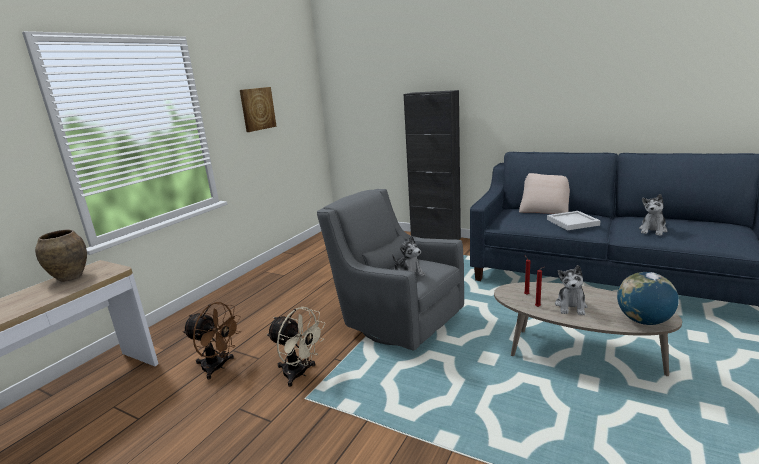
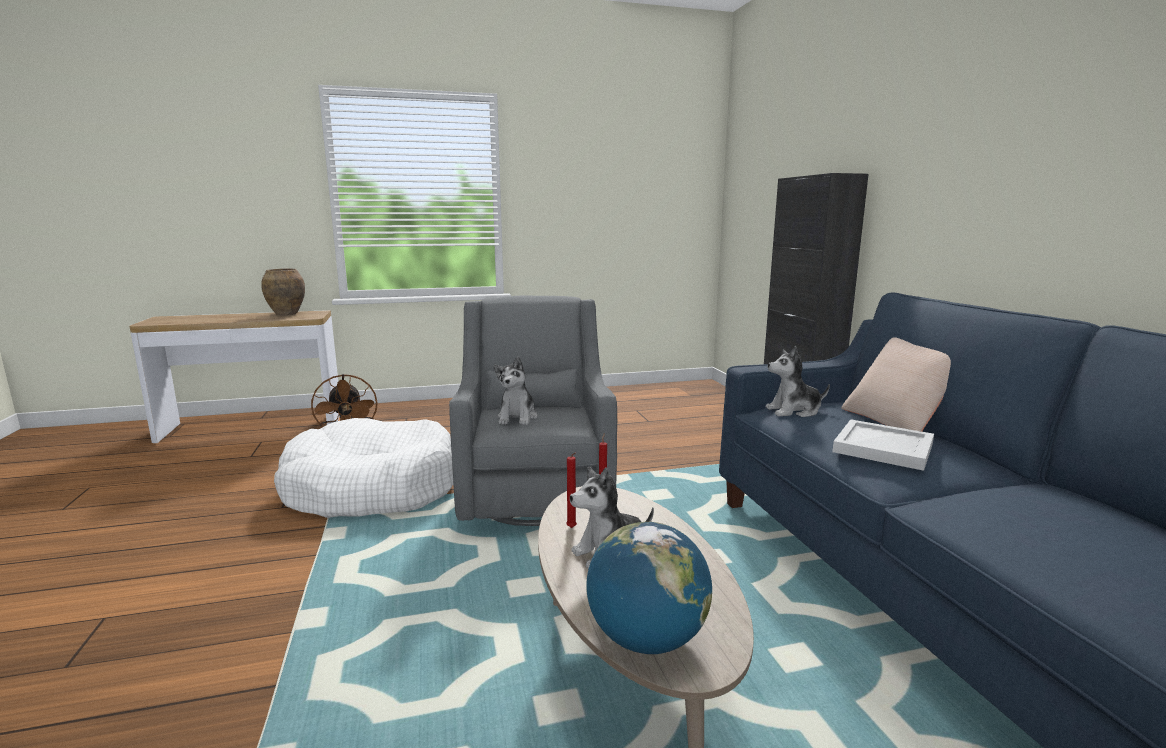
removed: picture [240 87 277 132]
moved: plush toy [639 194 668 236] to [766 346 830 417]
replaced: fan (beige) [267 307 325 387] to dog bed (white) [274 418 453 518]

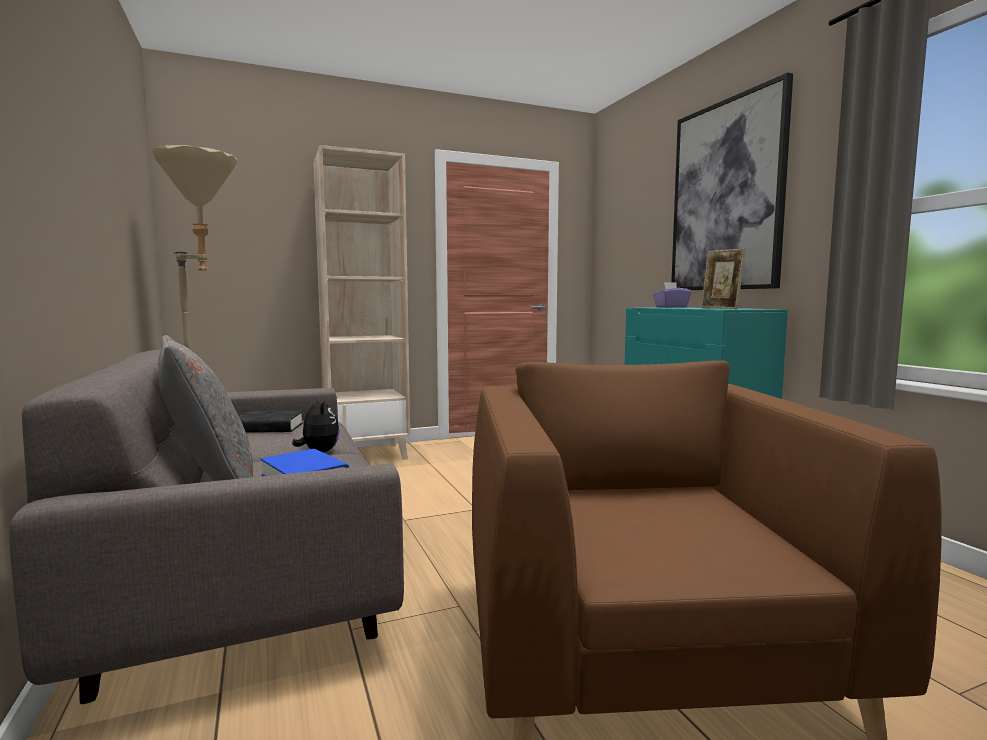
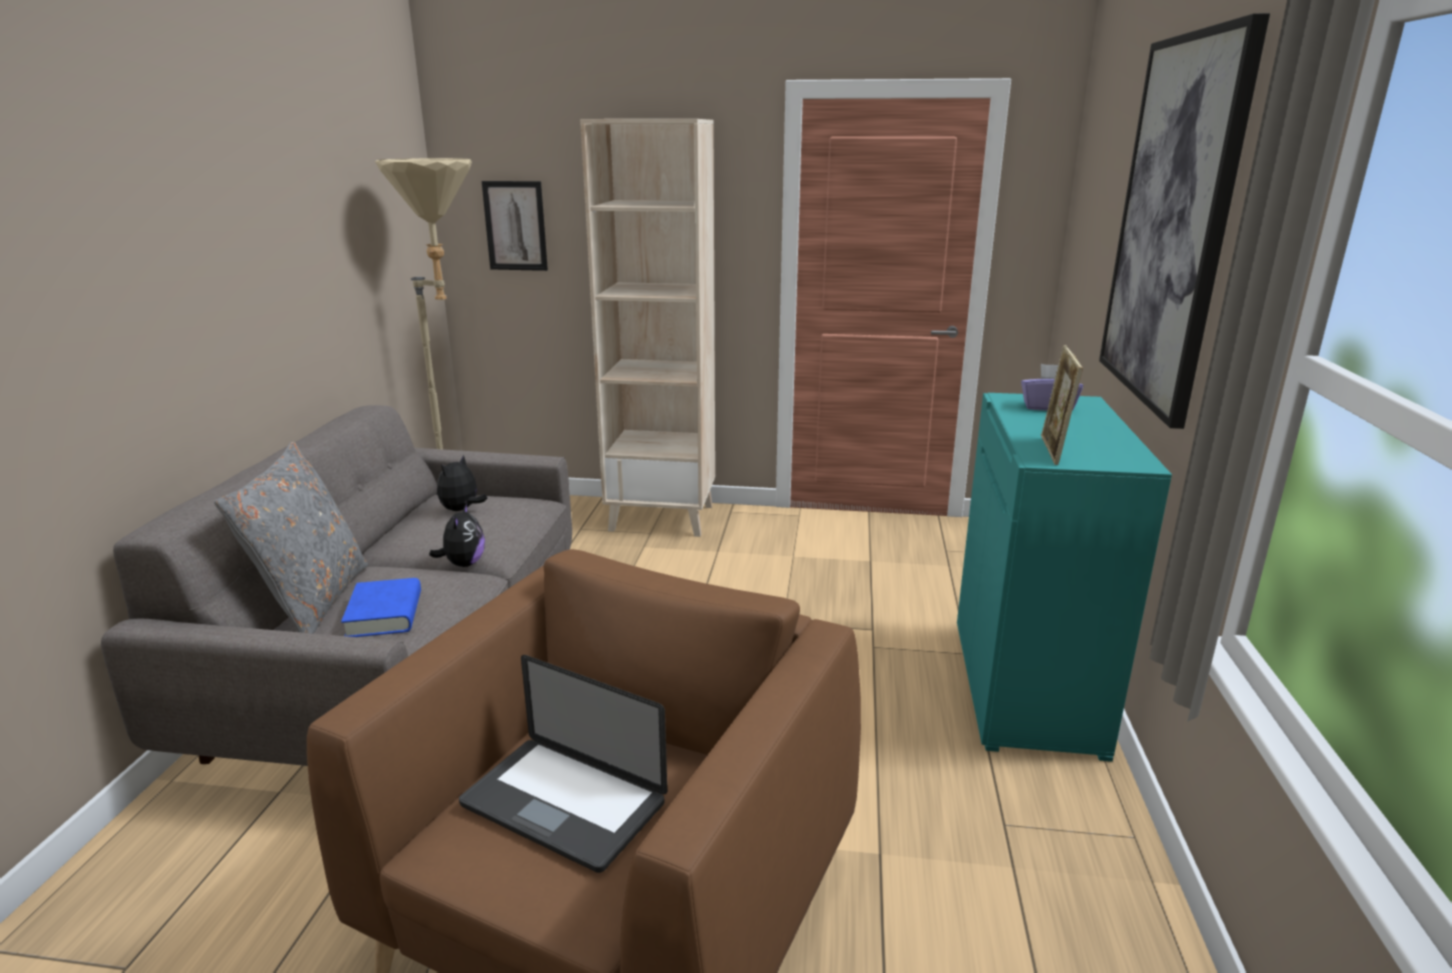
added: laptop [459 655 667 873]; picture [482 181 548 271]
replaced: book (black) [239 411 303 433] to plush toy [437 454 488 511]

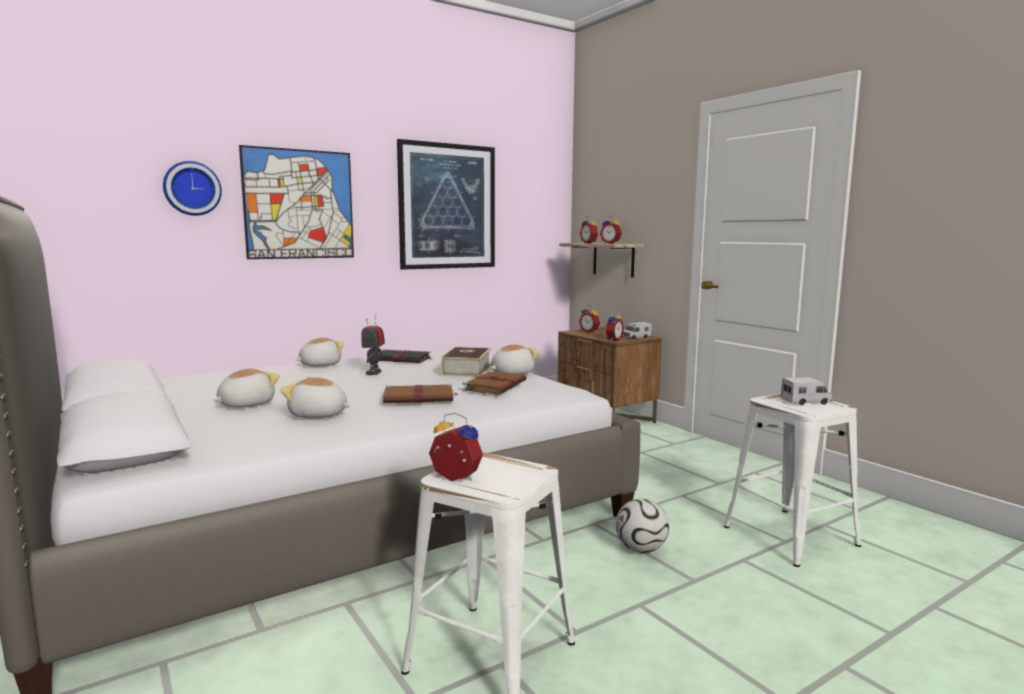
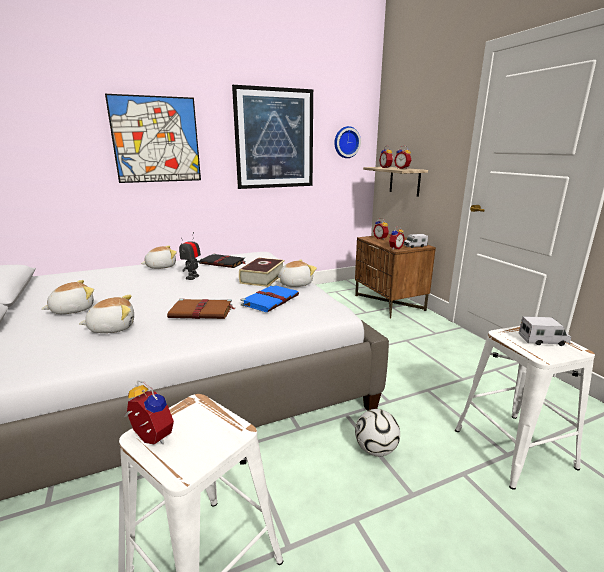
moved: wall clock [163 161 222 216] to [334 126 361 158]
recoloured: book (brown) [462 371 526 395] to book (blue) [241 284 299 312]
turned: plush toy [280 377 350 418] = [79 295 134 333] 135 degrees clockwise

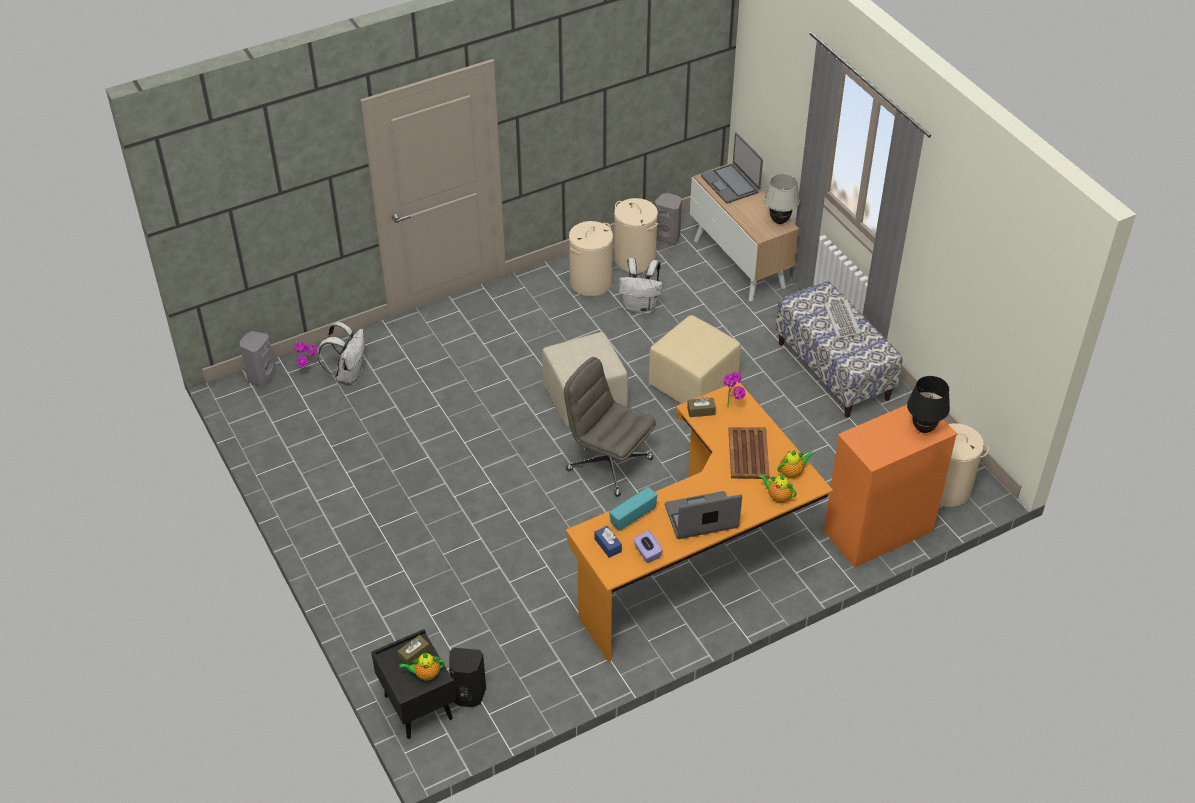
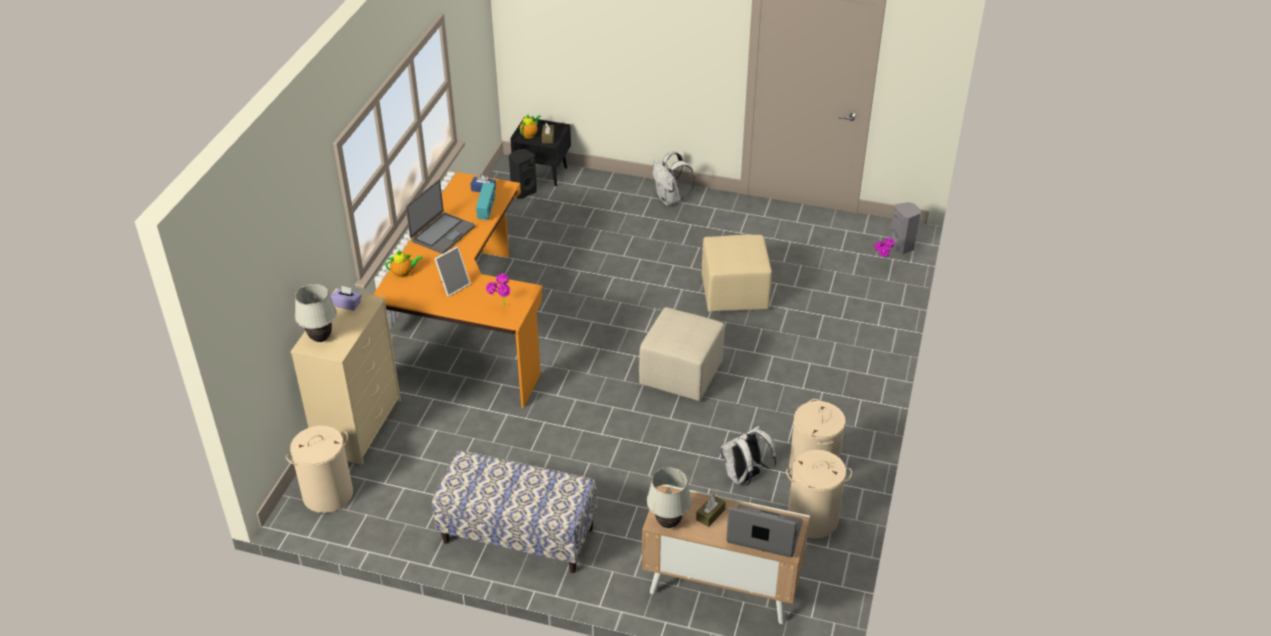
removed: office chair (grey) [564 357 656 496]; speaker (grey) [655 193 682 245]; teapot [778 450 815 478]; keyboard [824 299 861 339]
moved: tissue box (purple) [633 530 663 563] to [330 285 362 310]; backpack (white) [318 322 364 384] to [652 151 695 206]; tissue box (brown) [687 396 716 417] to [696 495 726 527]; ottoman (beige) [648 315 741 404] to [702 235 772 312]
replaced: tray (brown) [729 427 770 479] to picture frame [434 246 471 297]
recoloured: dresser (orange) [824 405 957 568] to dresser (beige) [290 288 401 465]; table lamp (black) [907 376 950 433] to table lamp (white) [295 284 337 342]

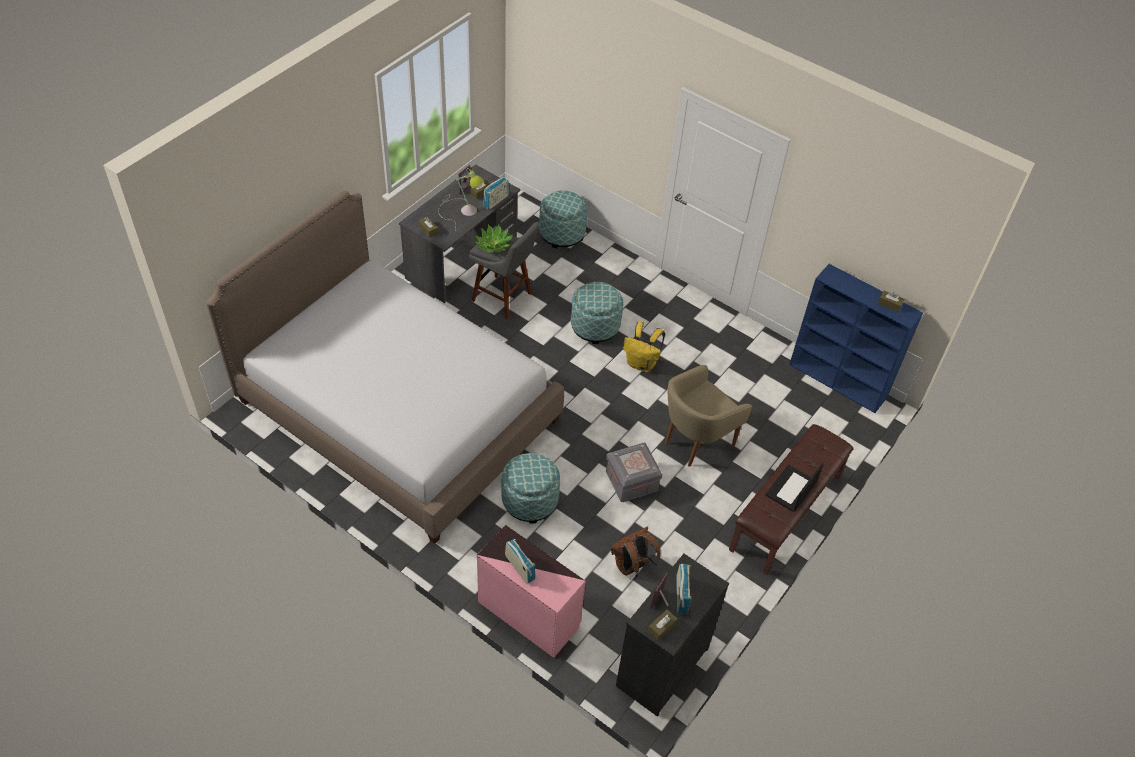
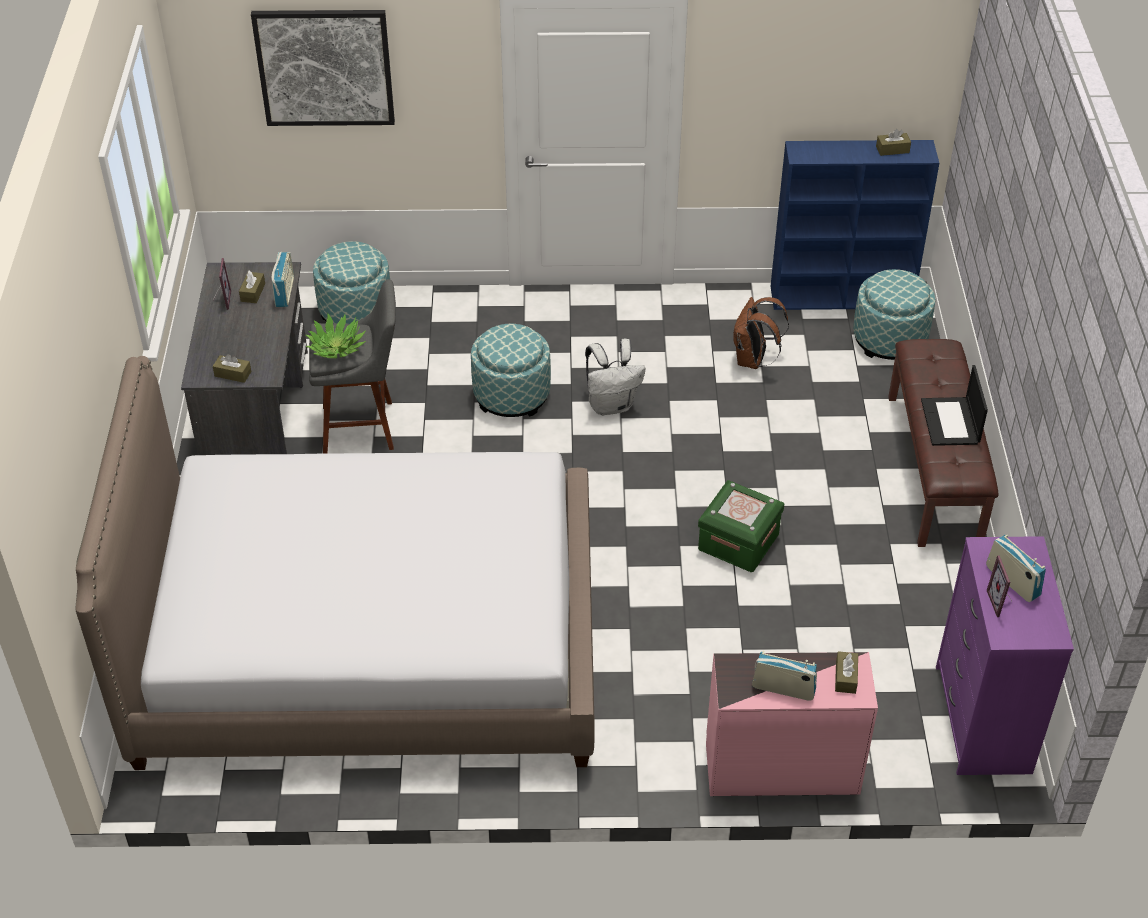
removed: table lamp [438 168 484 231]; armchair (beige) [665 365 752 467]
added: picture [251 10 395 126]
moved: backpack (brown) [611 526 661 580] to [733 297 789 369]; tissue box (brown) [648 610 677 641] to [835 651 858 694]; ottoman [501 453 560 524] to [853 269 936 360]
recoloured: backpack (yellow) [623 321 665 372] to backpack (white) [585 339 646 415]; storage box (grey) [606 442 662 502] to storage box (green) [698 480 784 572]; dresser (black) [616 554 729 717] to dresser (purple) [936 536 1074 775]

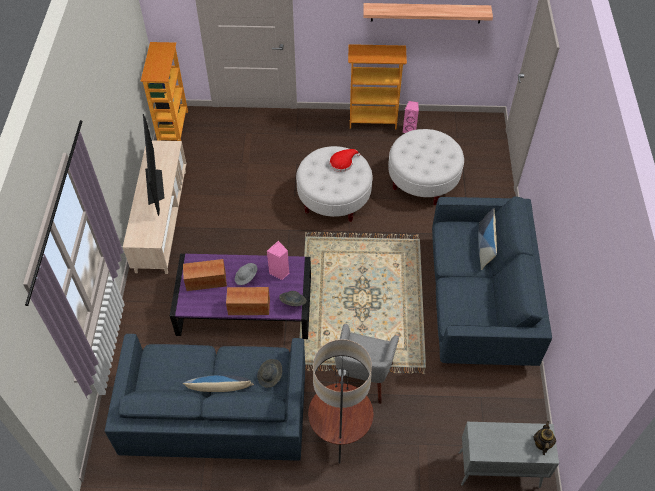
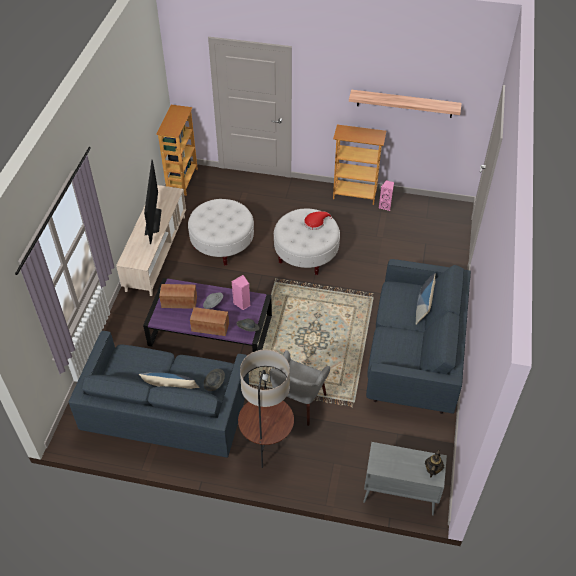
moved: ottoman (white) [388 129 464 205] to [188 199 254 266]

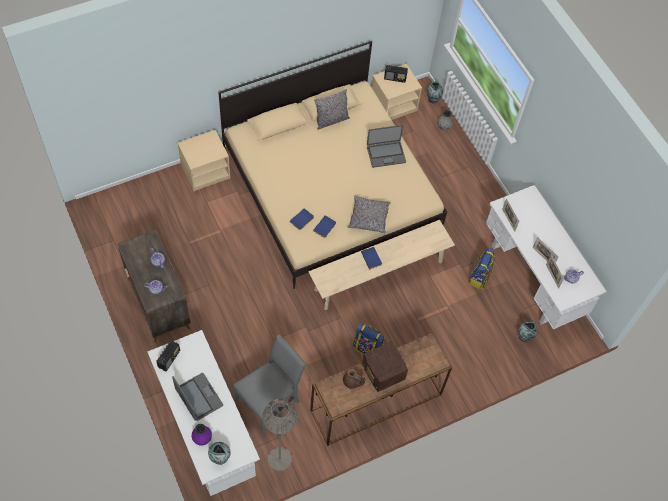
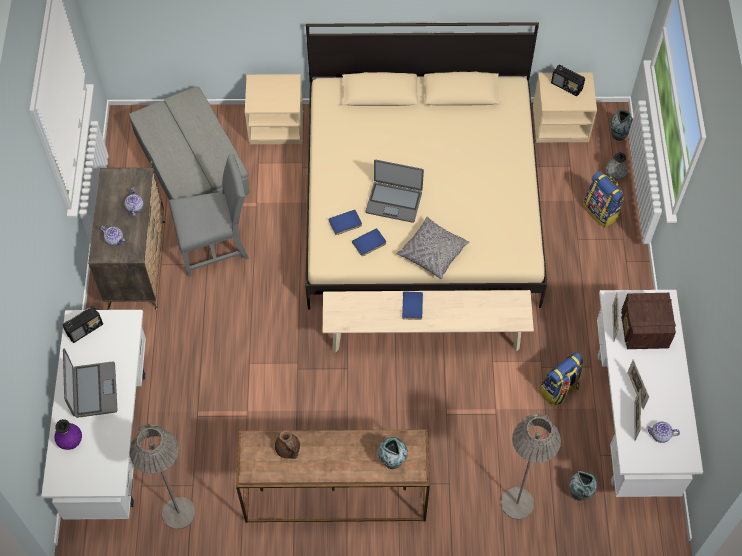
removed: pillow (grey) [314 89 350 130]
added: ottoman (grey) [129 86 249 200]; floor lamp (grey) [501 413 561 520]
moved: chair (grey) [233 334 306 434] to [169 154 249 277]; laptop [367 125 406 168] to [366 160 424 223]; vase [208 442 231 465] to [378 437 408 469]; backpack [353 324 385 355] to [583 171 624 228]; radio [362 341 408 392] to [621 293 676 349]

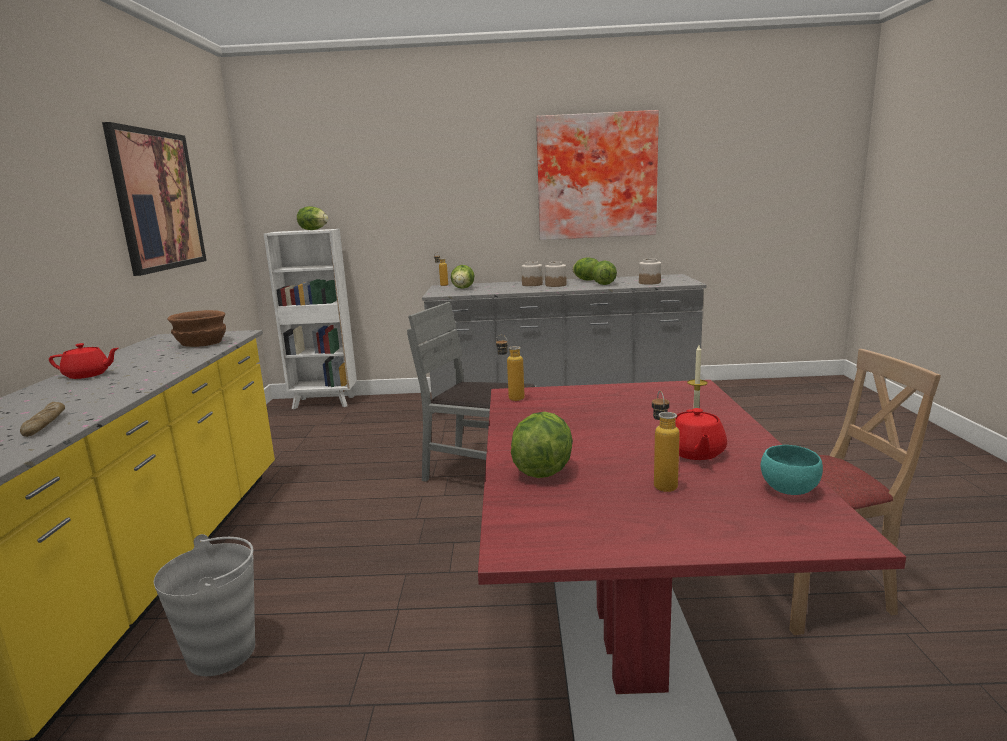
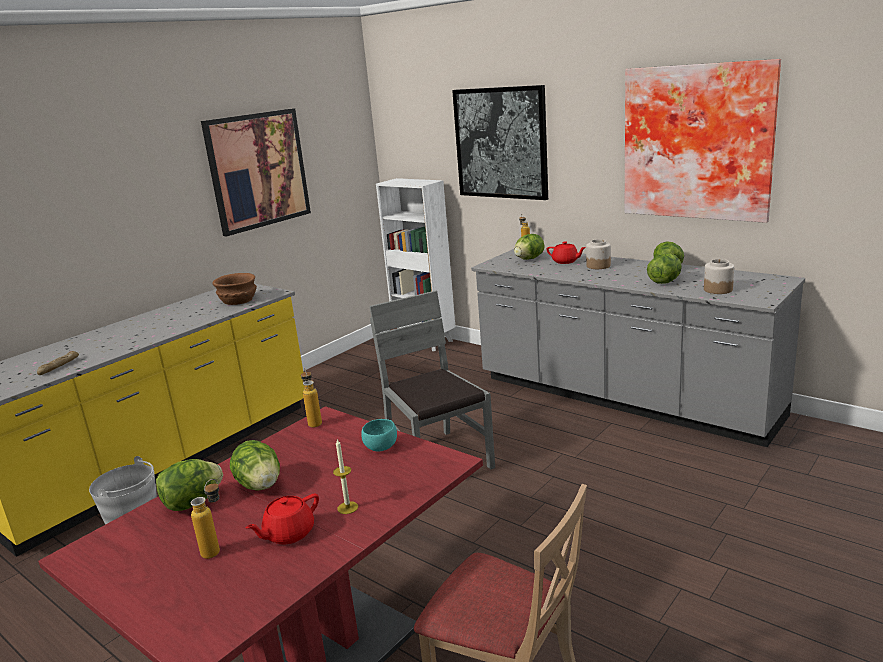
removed: jar [545 261 566 287]
added: picture [452 85 548 200]
moved: lettuce [297 206 328 230] to [230 440 280 491]; bowl (turquoise) [761 445 823 495] to [361 419 397 451]; teapot (red) [49 343 118 379] to [546 242 586 264]

